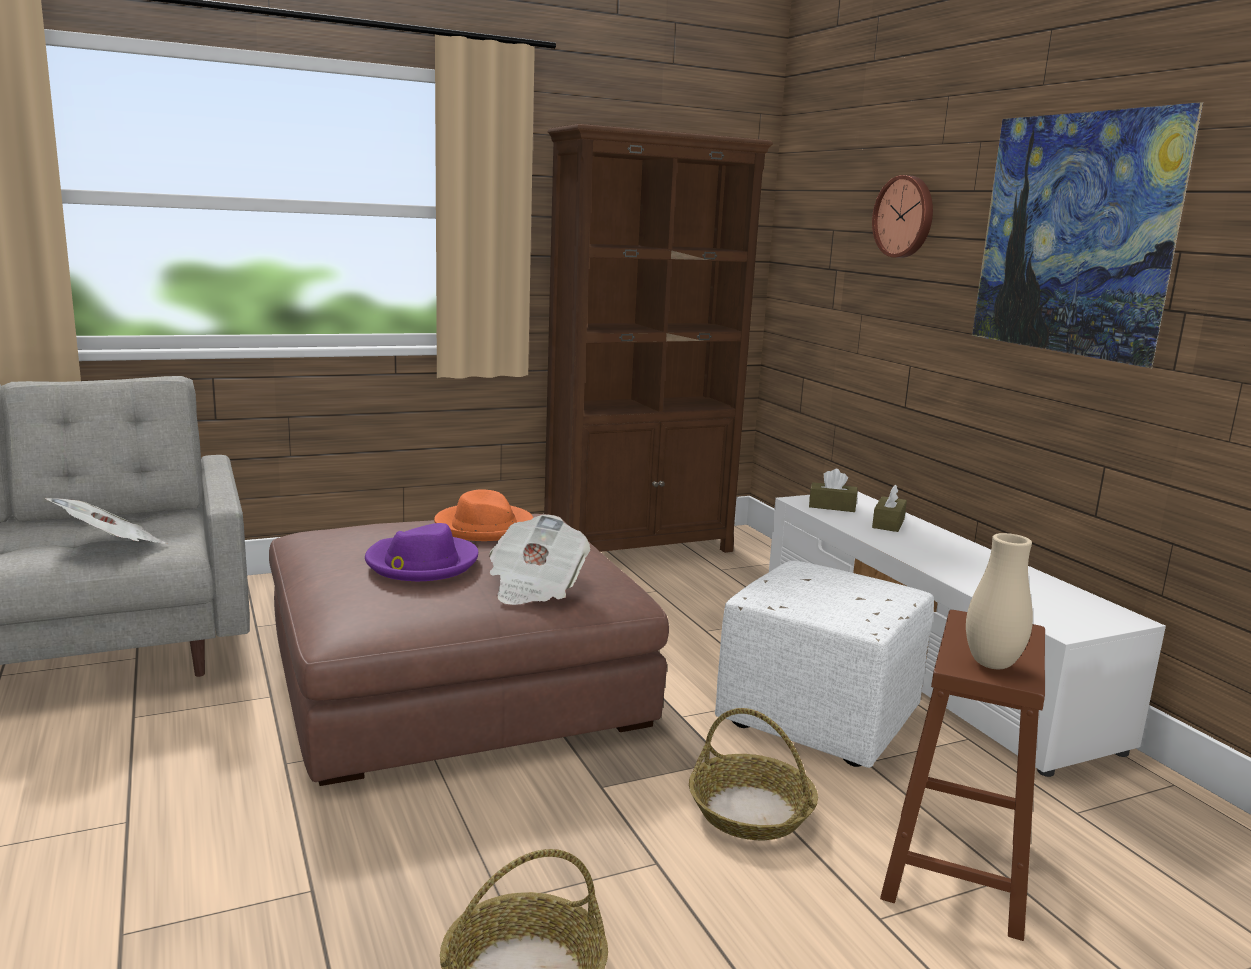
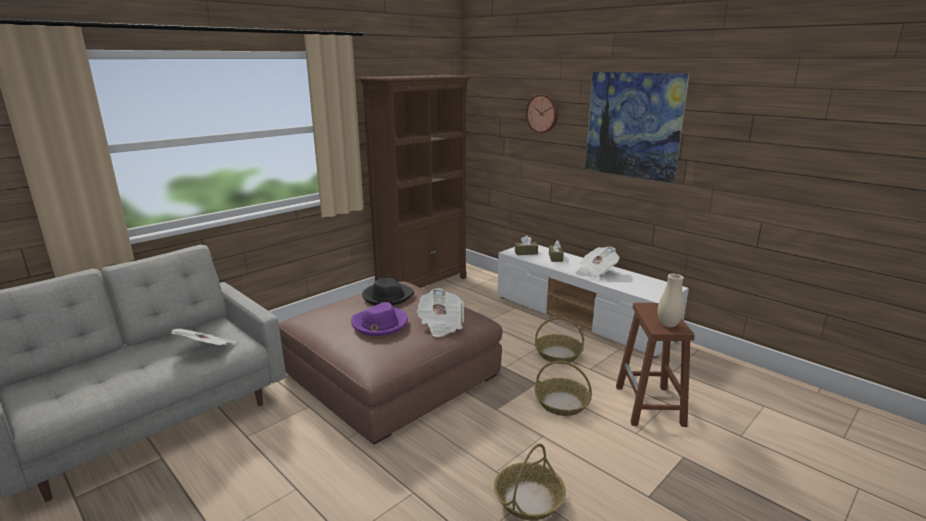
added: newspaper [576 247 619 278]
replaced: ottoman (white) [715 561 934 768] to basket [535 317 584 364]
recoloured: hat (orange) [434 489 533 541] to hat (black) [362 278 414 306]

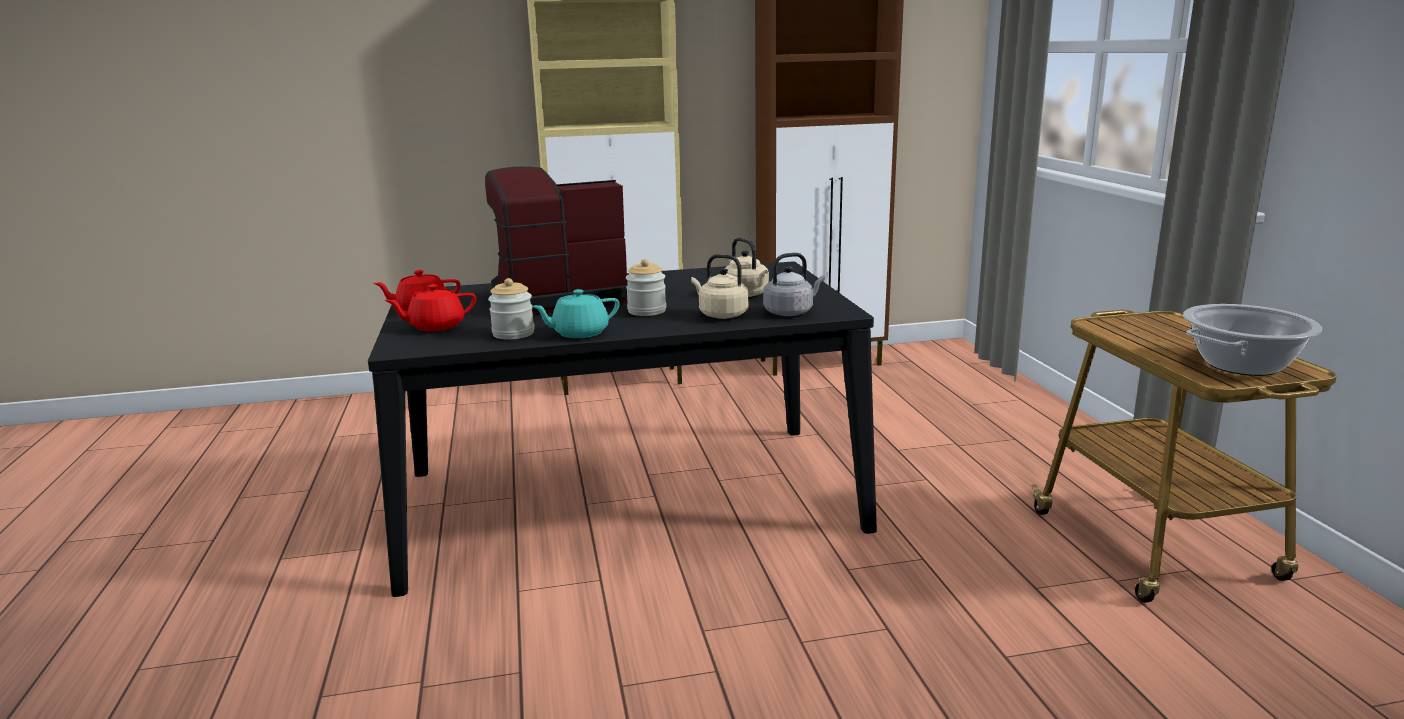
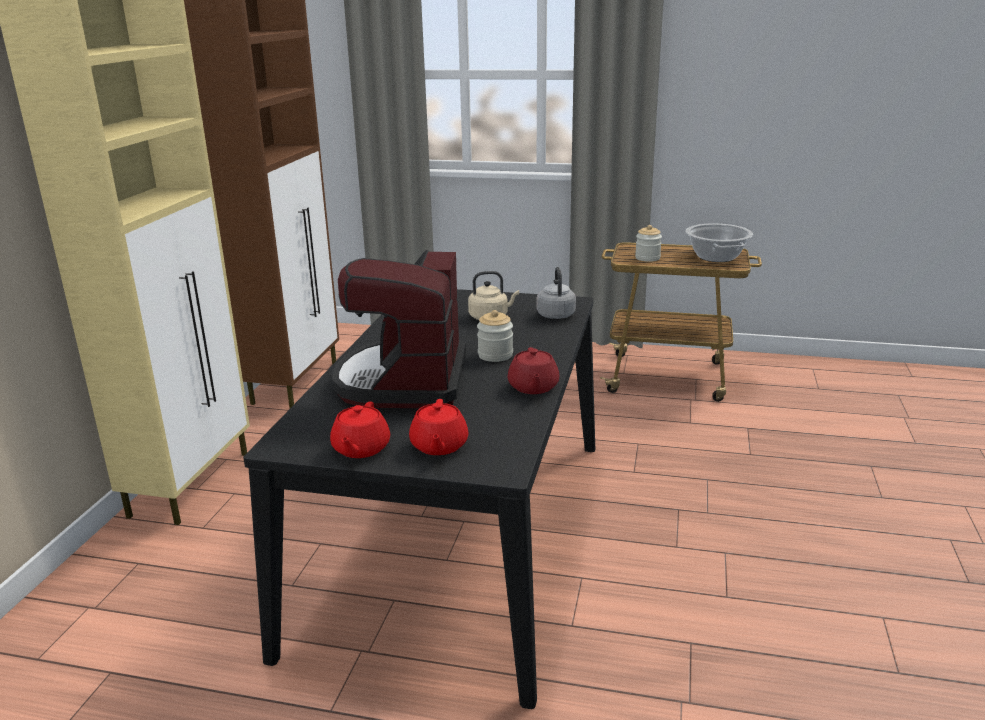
removed: kettle (beige) [691 254 748 319]
moved: jar [488 278 534 340] to [635 225 662 262]
recoloured: teapot (turquoise) [531 289 620 338] to teapot (red) [508 347 559 394]

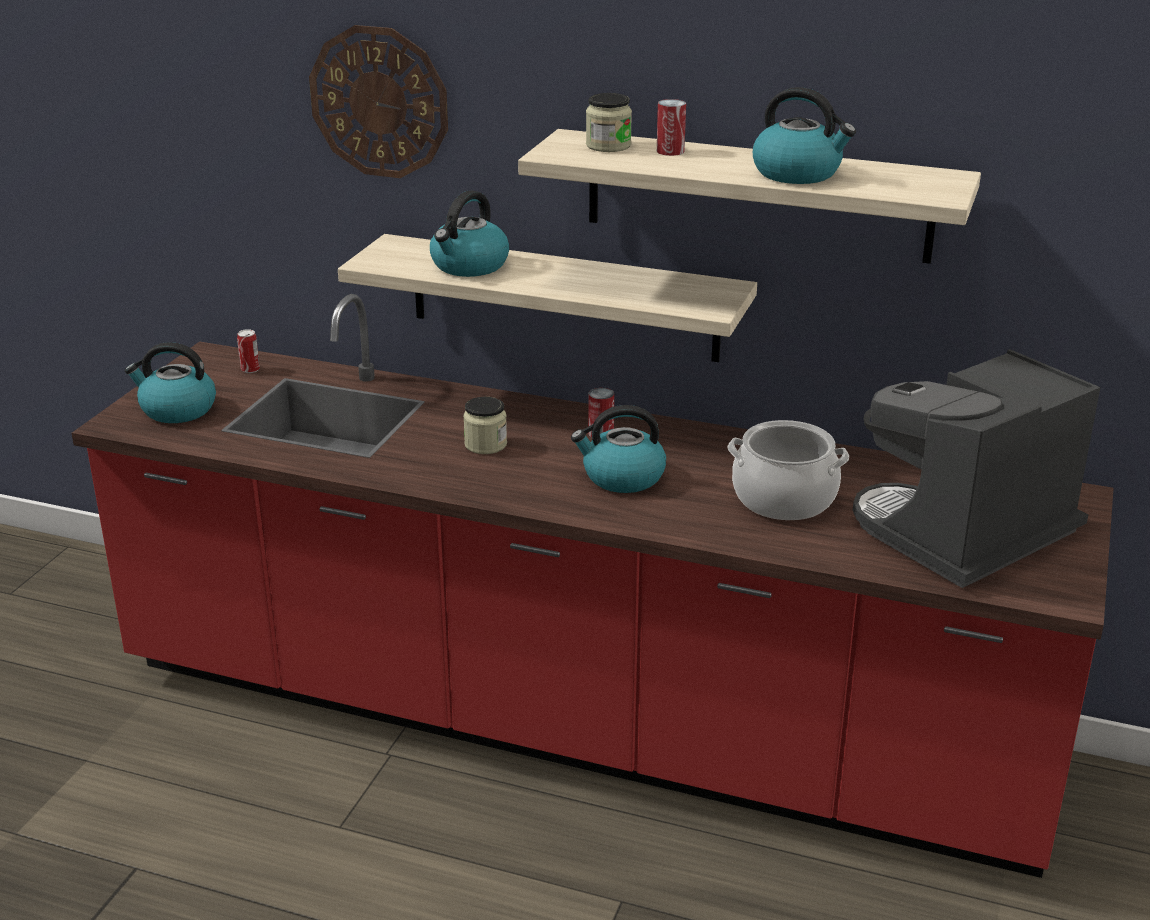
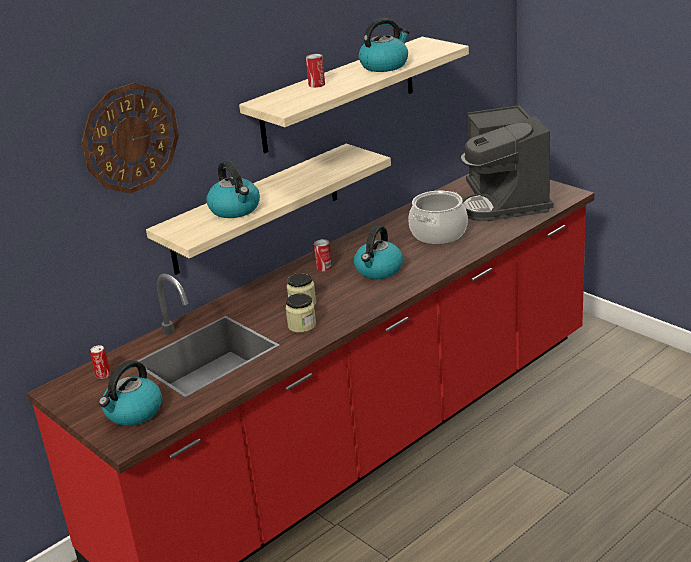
moved: jar [586 93 632 152] to [285 293 316 333]

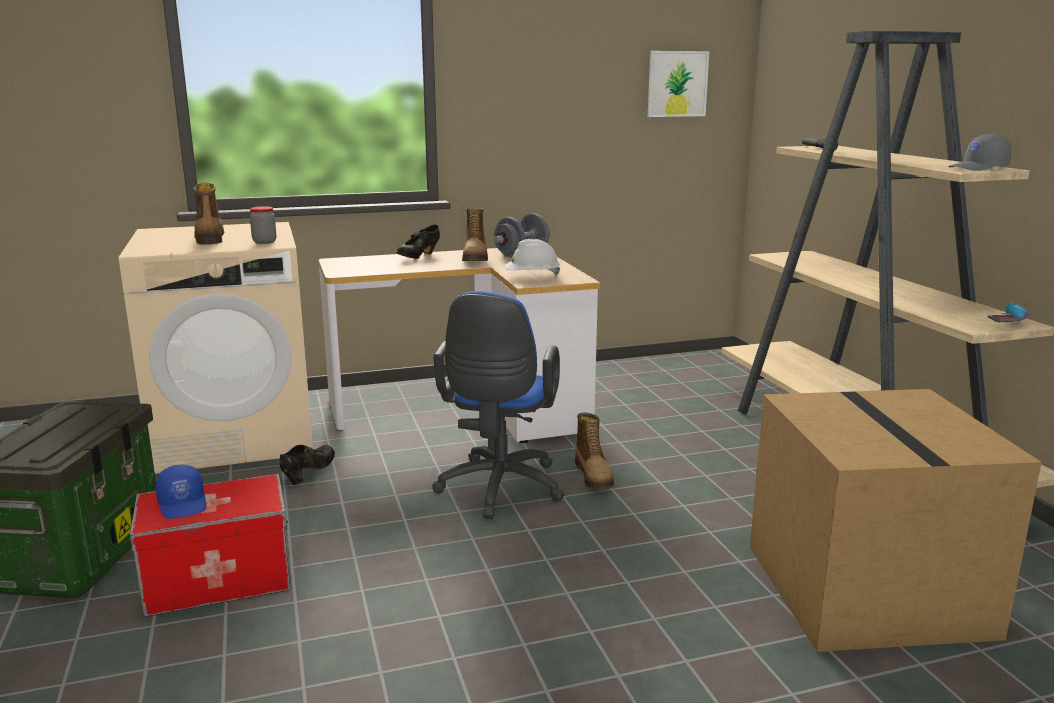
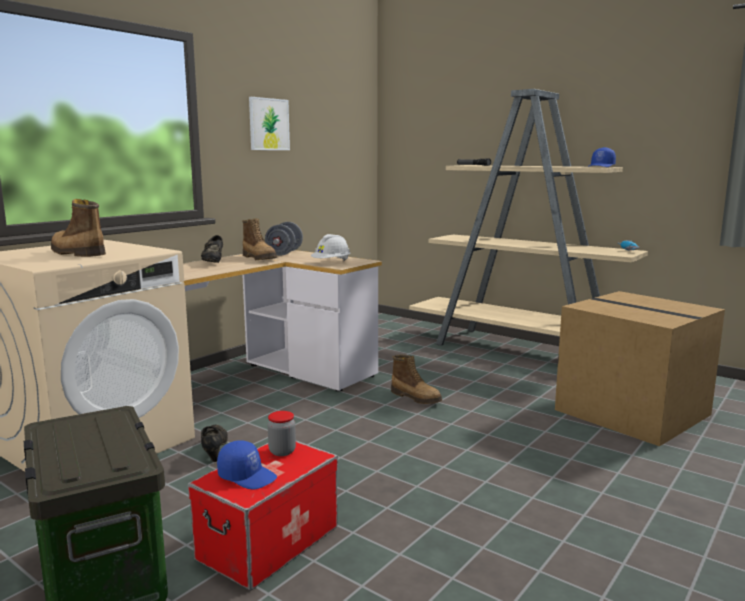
removed: office chair (blue) [433 291 565 519]
moved: picture [648 51 710 117] to [249 97 290 150]; jar [250 206 276 244] to [268 411 296 456]
recoloured: cap (grey) [948 133 1011 171] to cap (blue) [588 147 616 167]

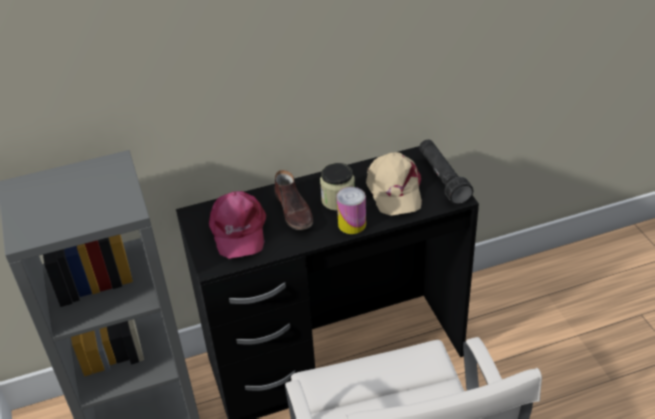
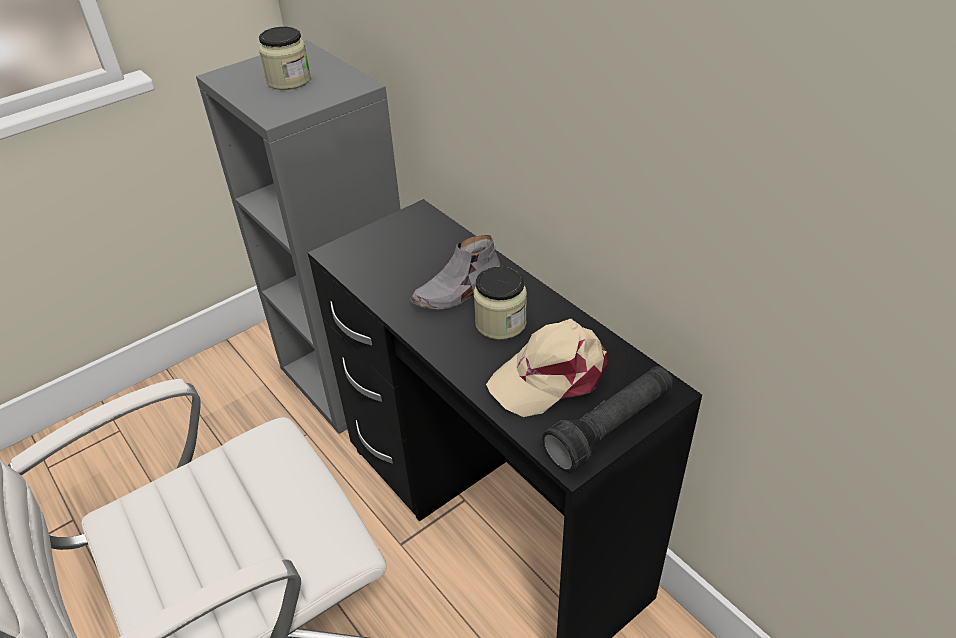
removed: cap (pink) [209 191 266 259]; can [337 187 366 234]
added: jar [259 27 311 90]
recoloured: shoe (brown) [275 170 313 230] to shoe (grey) [410 235 500 309]

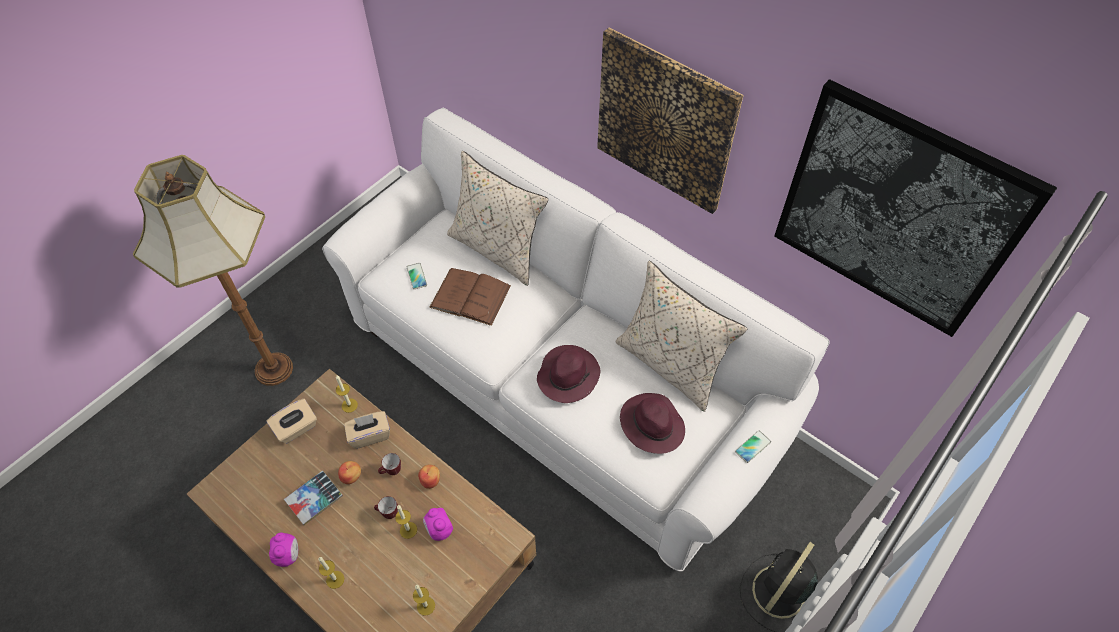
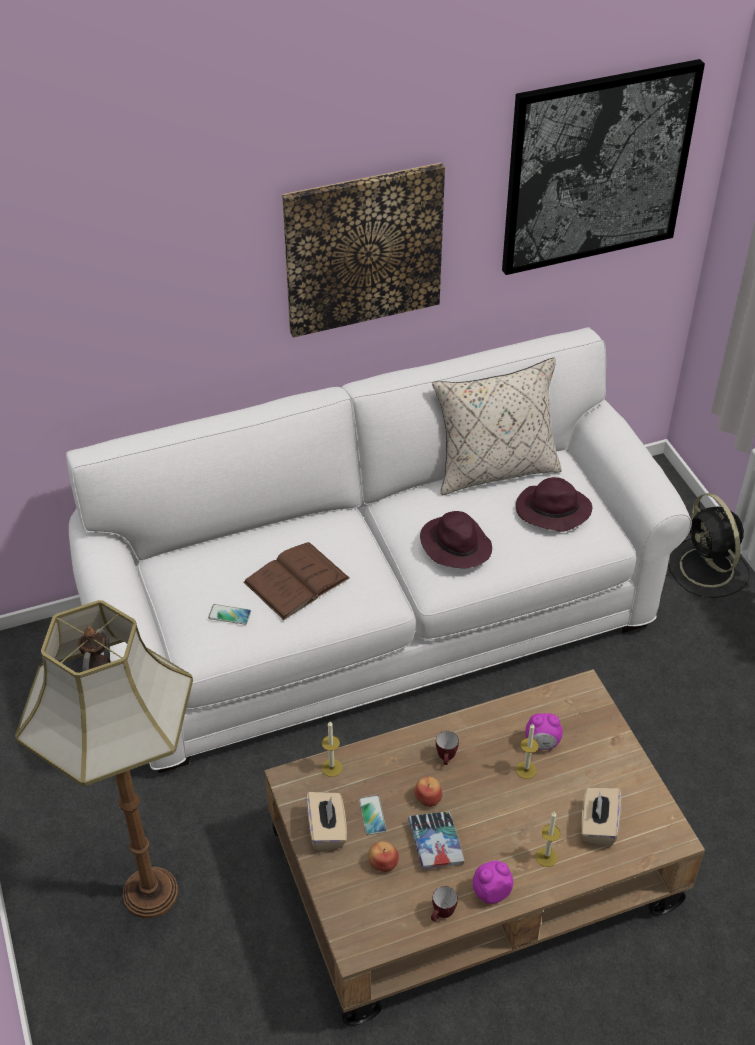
removed: candle [413 585 435 616]; pillow (beige) [447 151 549 286]
moved: phone [735 431 771 463] to [359 795 387 835]; apple [418 465 440 489] to [368 841 399 872]; mug [374 496 398 519] to [431 886 458 921]; tissue box (beige) [344 411 390 449] to [581 788 621 846]
turned: alarm clock [269 533 298 567] = [473 860 513 904] 45 degrees counterclockwise

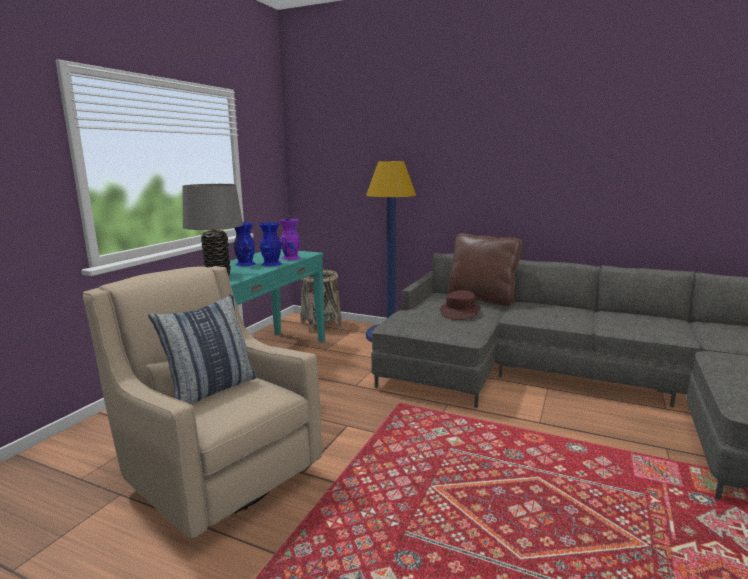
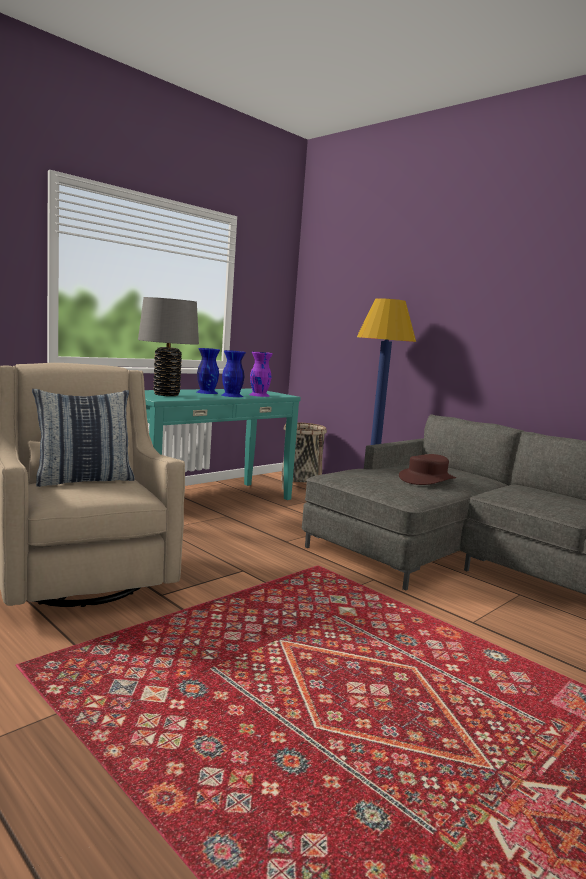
removed: pillow (brown) [448 234 522 306]

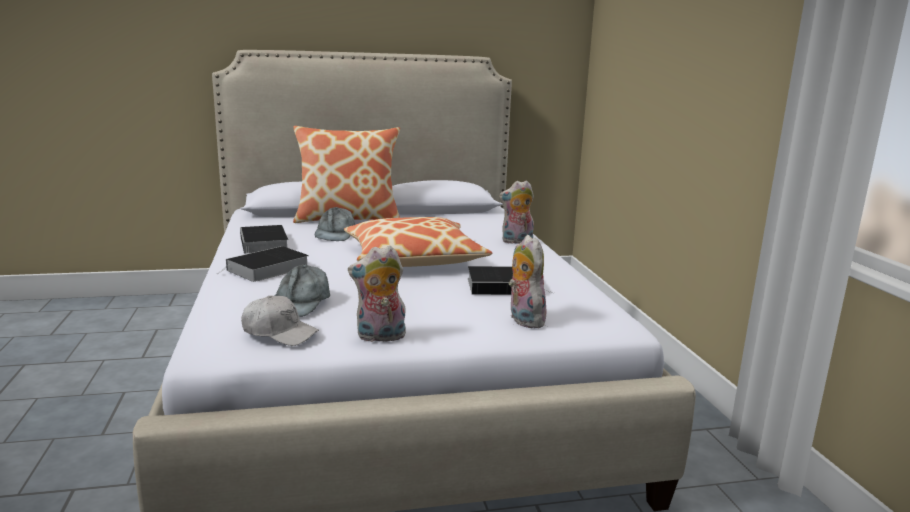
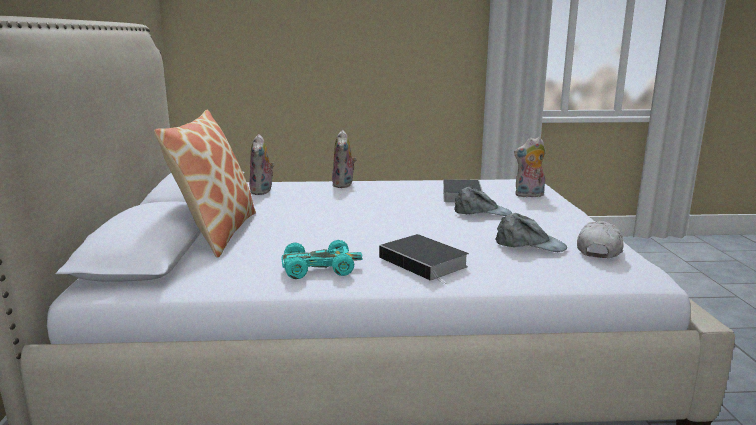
removed: pillow [344 217 492 267]
moved: plush toy [348 246 406 342] to [249 134 275 195]; cap (grey) [315 207 355 241] to [454 187 512 216]
replaced: book [240 225 288 254] to toy car (turquoise) [282 240 363 279]

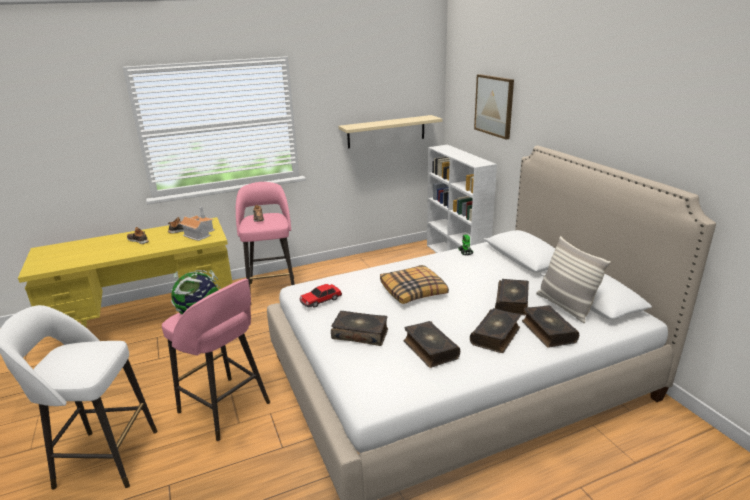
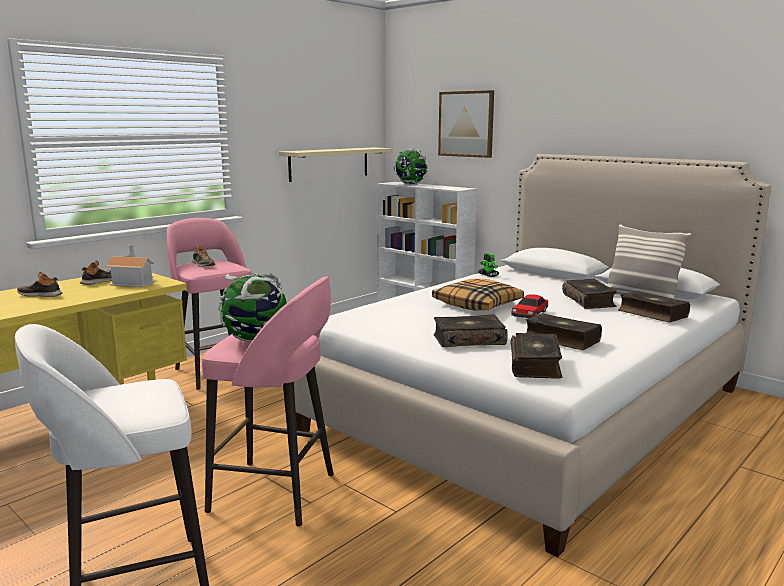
added: globe [394 149 428 185]
moved: book [470 308 521 353] to [510 333 562 379]; toy car [300 284 342 308] to [511 294 548 318]

